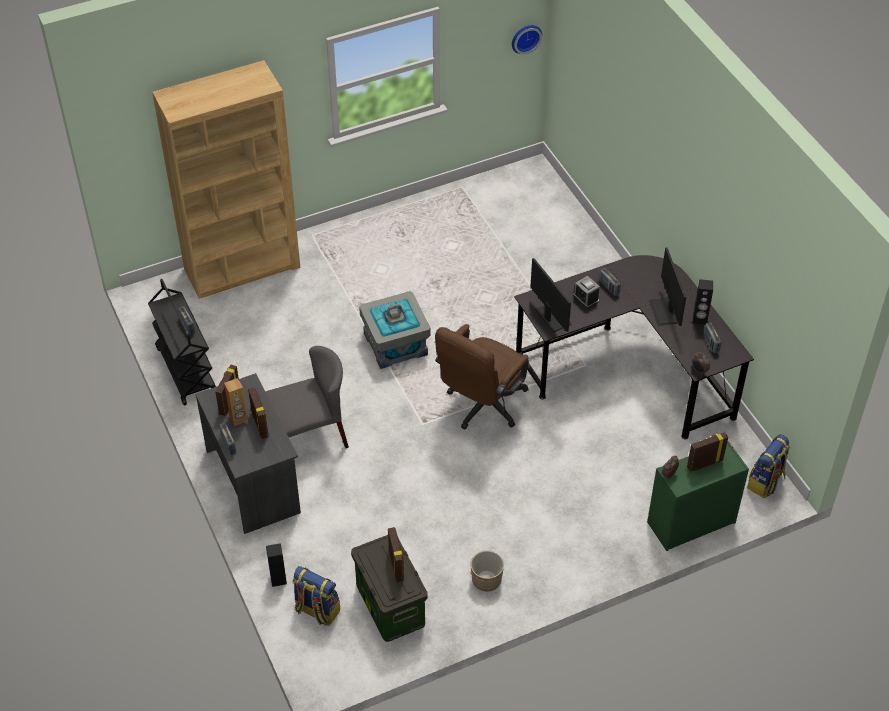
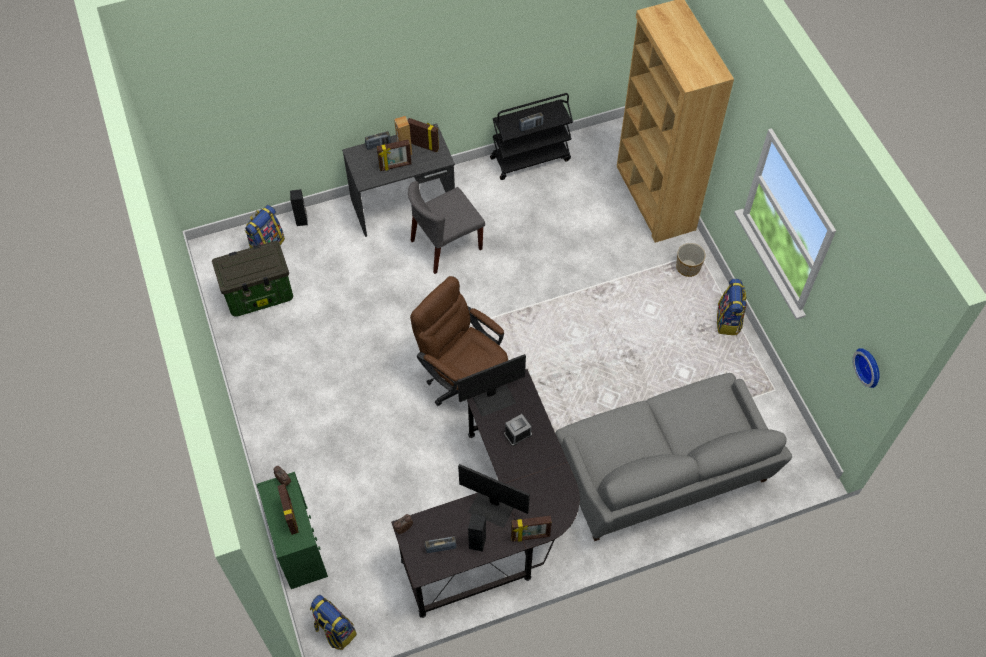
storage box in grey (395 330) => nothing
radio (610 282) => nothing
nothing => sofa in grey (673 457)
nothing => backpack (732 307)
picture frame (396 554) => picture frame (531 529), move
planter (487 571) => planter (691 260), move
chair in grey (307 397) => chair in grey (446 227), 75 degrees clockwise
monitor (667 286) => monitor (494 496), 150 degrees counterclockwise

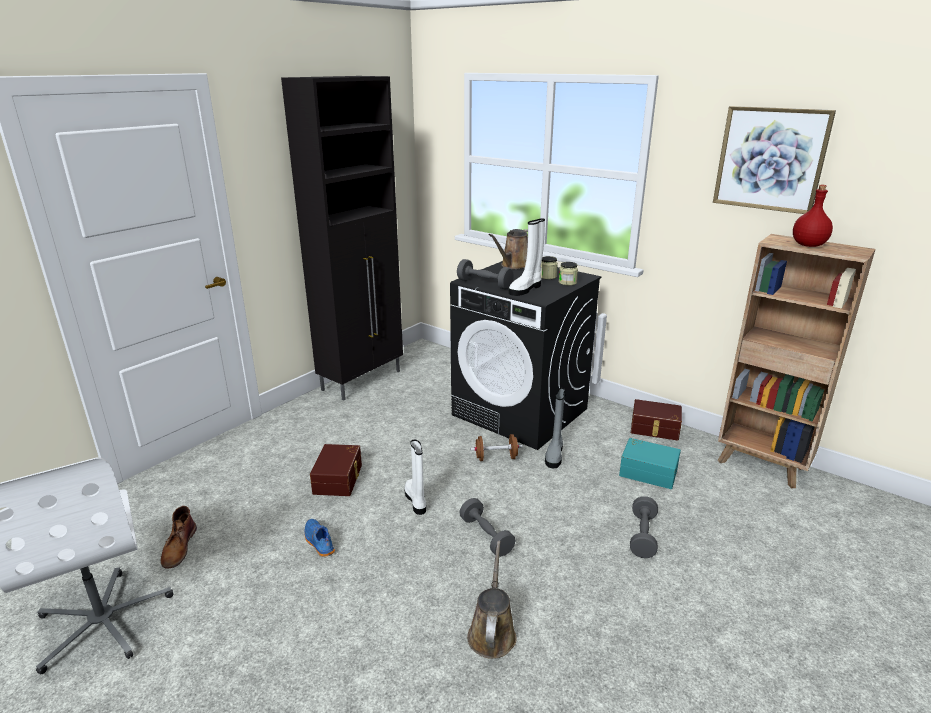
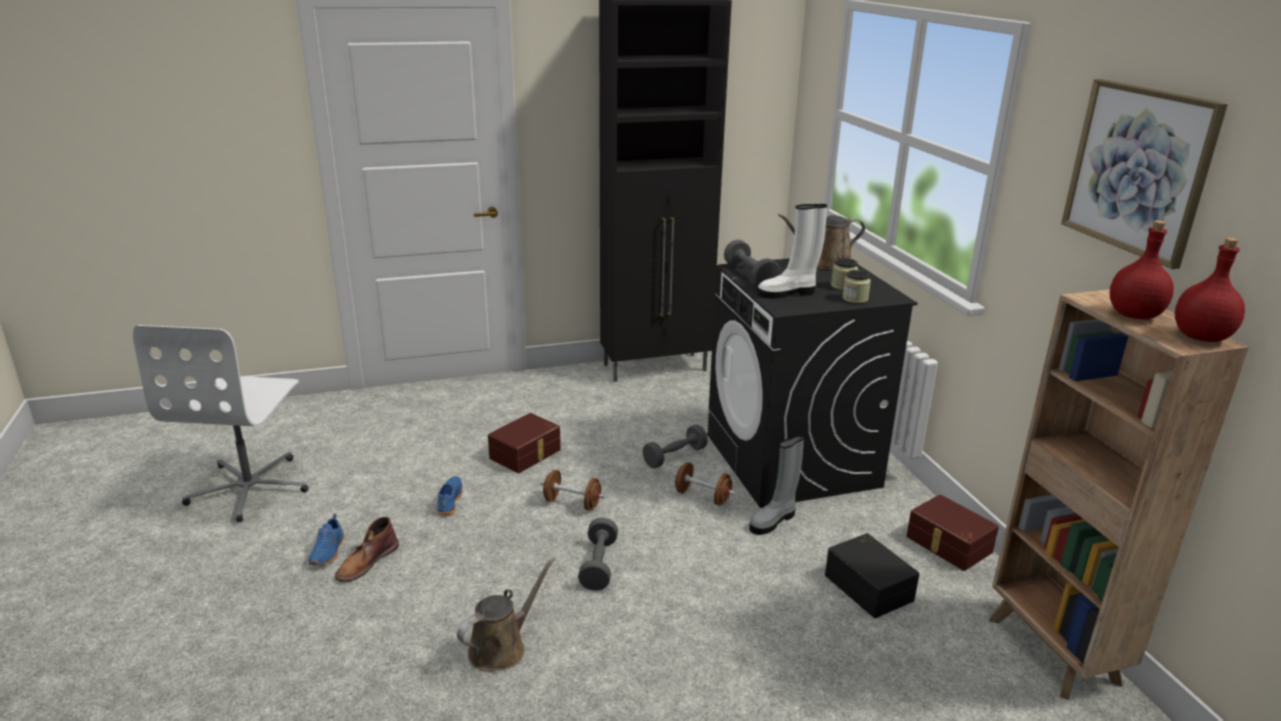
nothing => shoe in blue (326 539)
nothing => bottle in red (1210 290)
boot in brown (179 537) => boot in brown (367 549), move
dumbbell in grey (644 527) => dumbbell in grey (675 446), move
boot in white (415 477) => dumbbell in brown (572 490)
storage box in turquoise (650 463) => storage box in black (872 575)

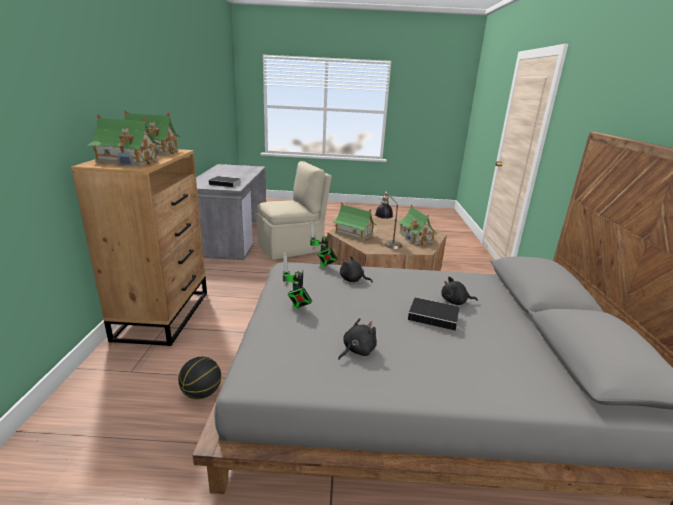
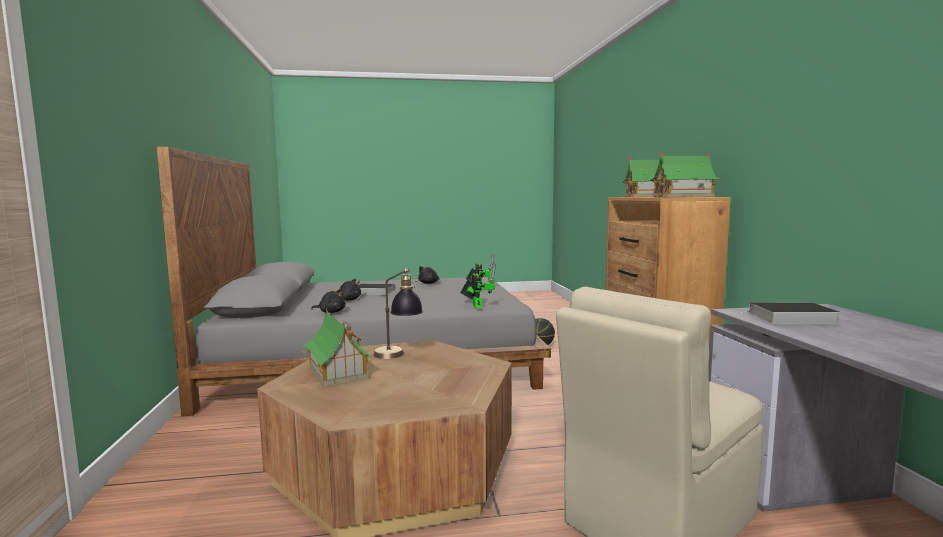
toy house (354 222) => nothing
plush toy in black (356 269) => plush toy in black (328 301), move

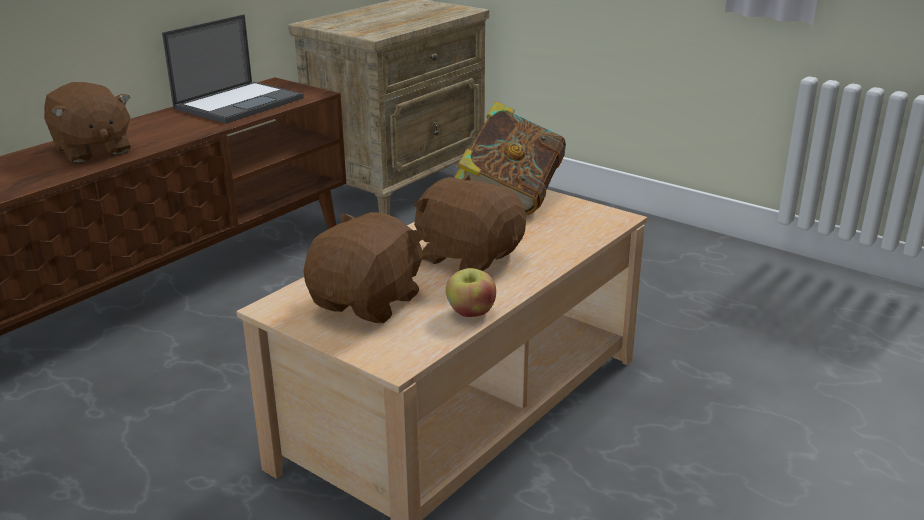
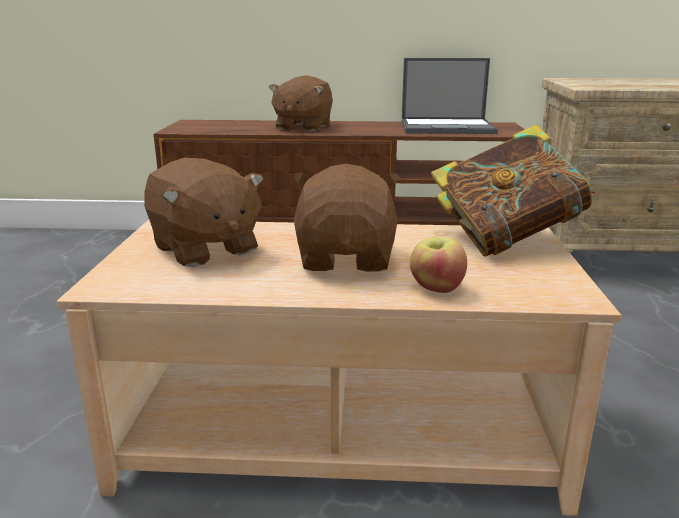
apple (471 292) => apple (438 264), move
plush toy in brown (365 267) => plush toy in brown (204 212), 60 degrees clockwise

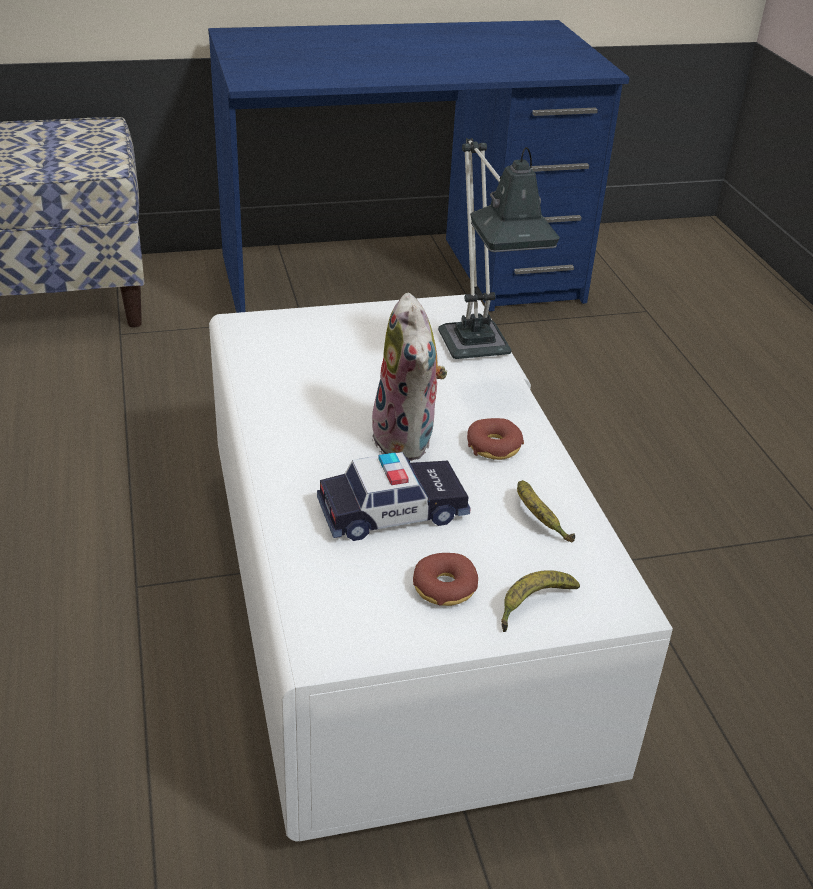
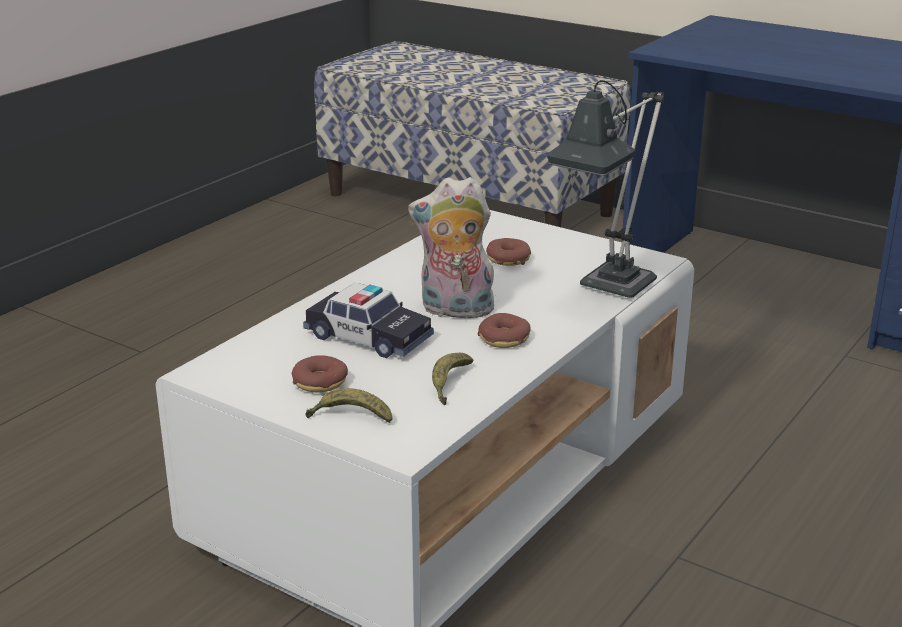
nothing => donut (508 252)
plush toy (409 377) => plush toy (453 249), 60 degrees clockwise

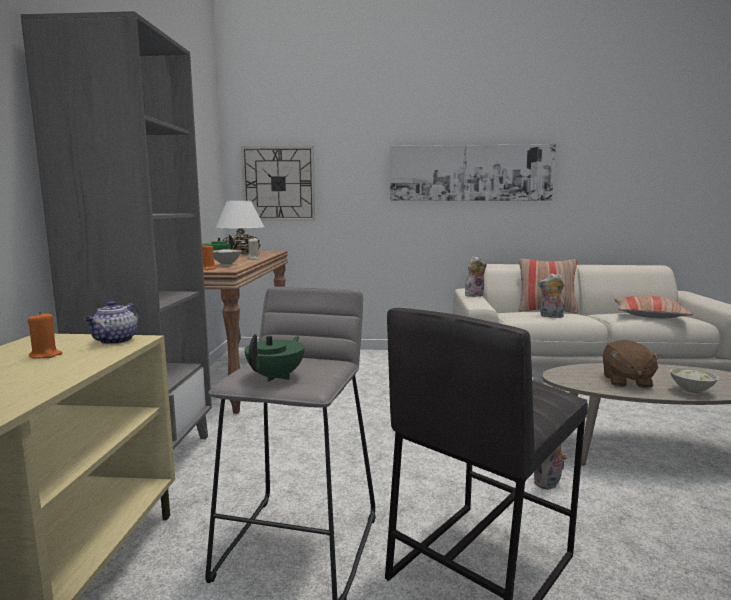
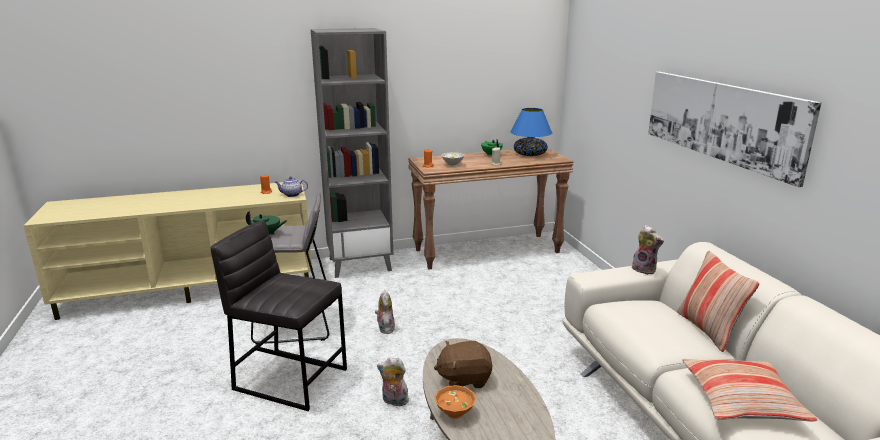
wall clock (278 183) => nothing
plush toy (551 295) => plush toy (385 312), move
table lamp in white (240 227) => table lamp in blue (531 132)
bowl in white (694 381) => bowl in orange (455 402)

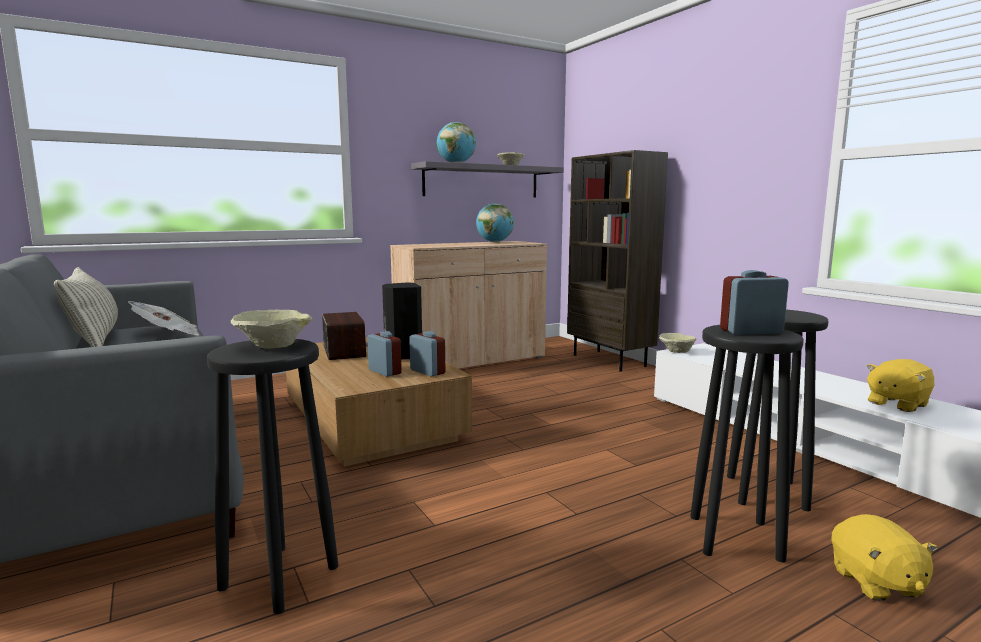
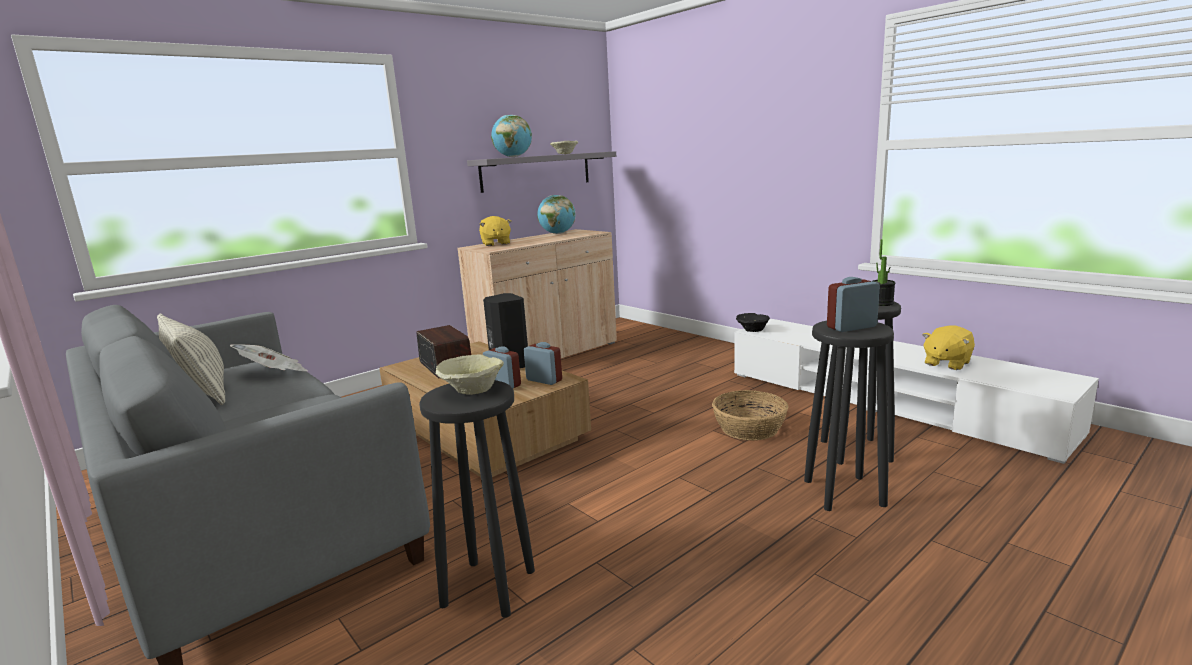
bookcase in brown (617 261) => nothing
nothing => basket (750 415)
nothing => potted plant (884 272)
plush toy in yellow (884 557) => plush toy in yellow (495 231), move
bowl in beige (678 343) => bowl in black (753 322)

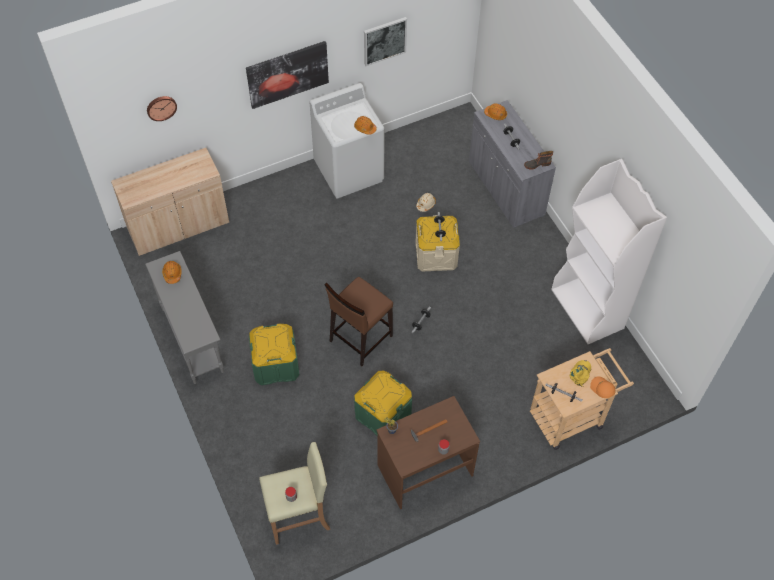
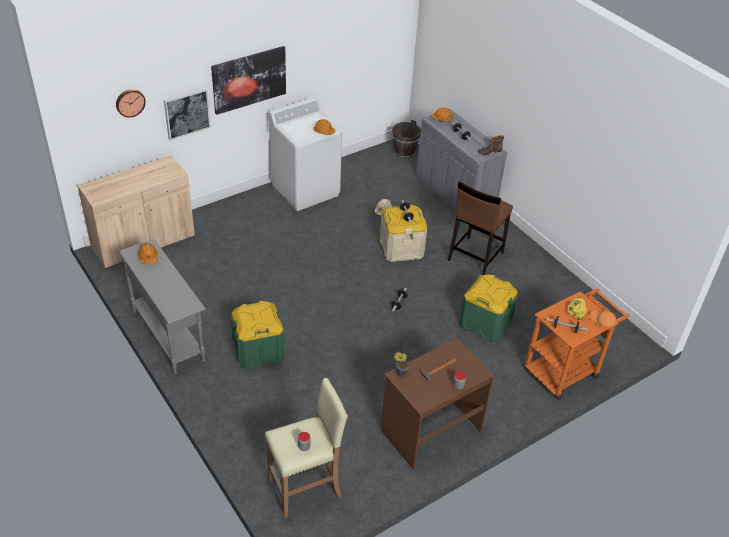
bookcase in white (609 251) => nothing
nothing => bucket in brown (406 139)
stool in brown (358 321) => stool in brown (480 228), move
storage box in green (383 403) => storage box in green (488 308), move
picture (385 41) => picture (187 114), move
cart in beige (582 399) => cart in orange (577 344)

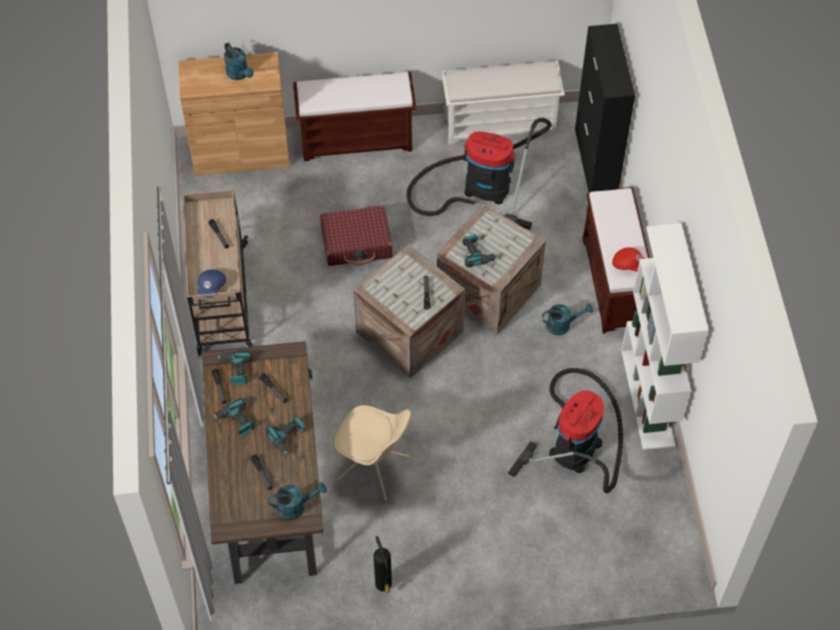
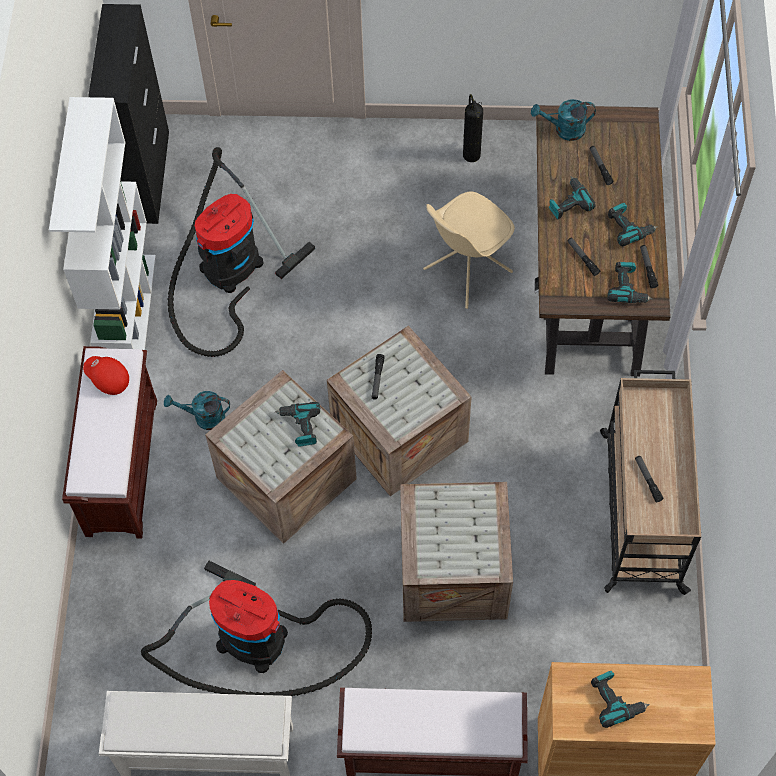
cap in blue (212 283) => nothing
cabinet in black (605 108) => cabinet in black (128 114), move
watering can in turquoise (239 61) => power drill (620 699)
suitcase in red (356 235) => crate (456 552)
chair in beige (372 453) => chair in beige (469 250), 75 degrees counterclockwise

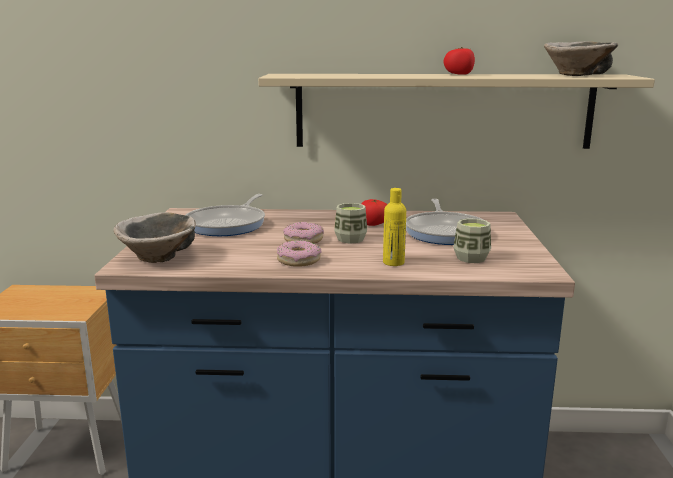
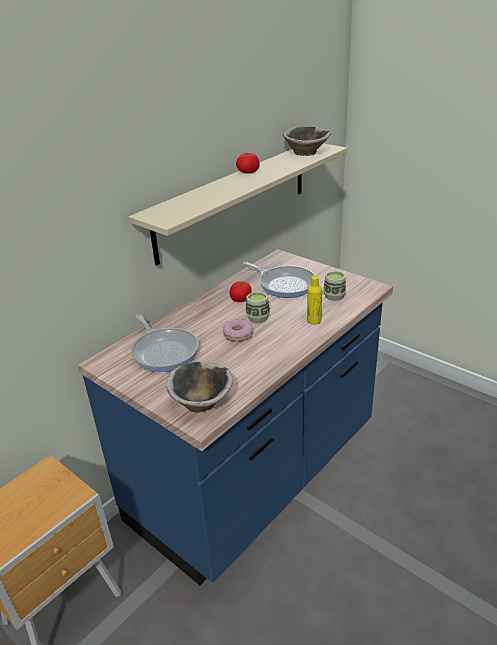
donut (299 253) => nothing

